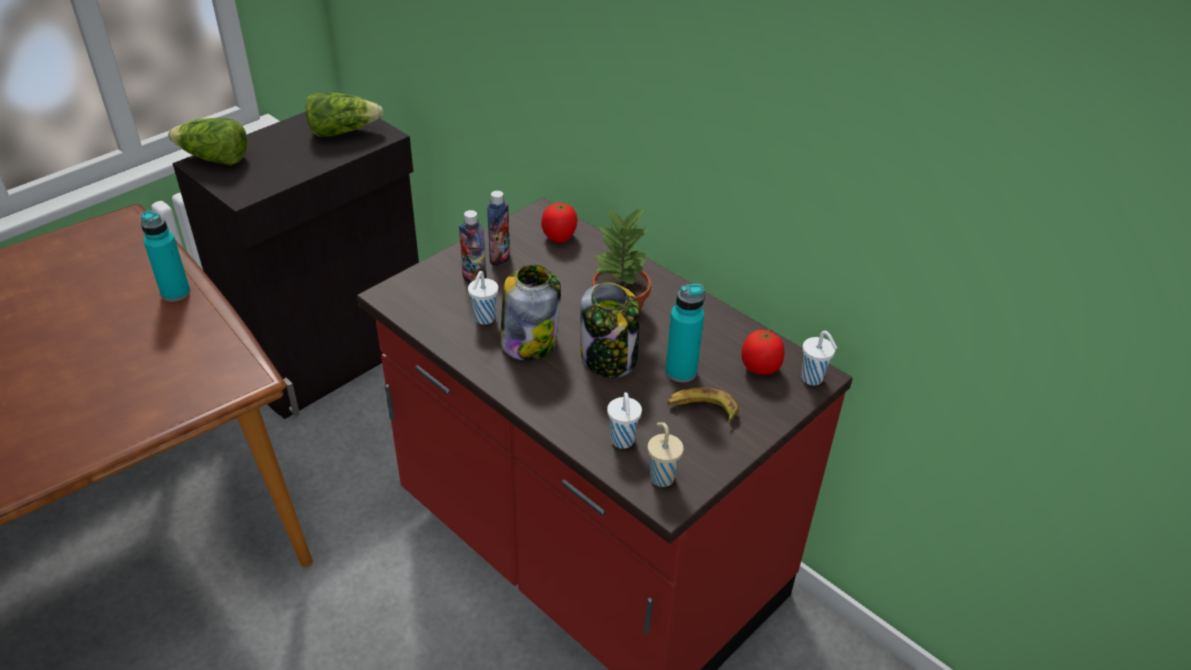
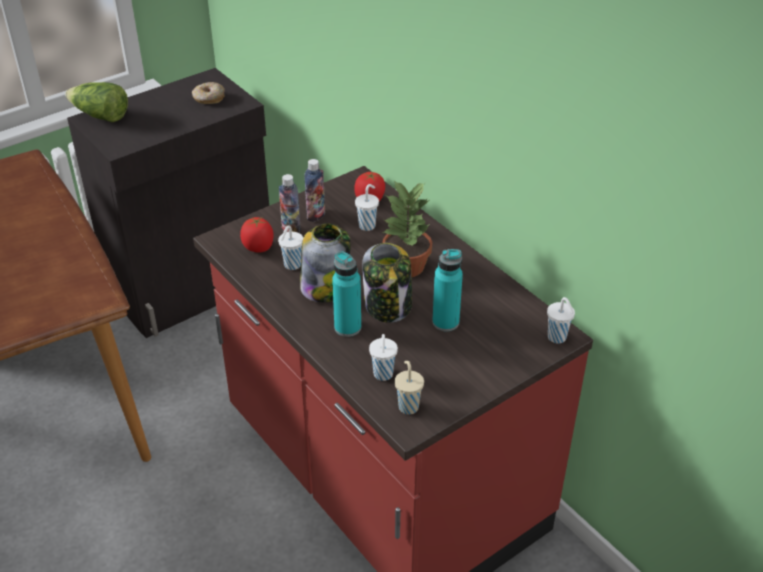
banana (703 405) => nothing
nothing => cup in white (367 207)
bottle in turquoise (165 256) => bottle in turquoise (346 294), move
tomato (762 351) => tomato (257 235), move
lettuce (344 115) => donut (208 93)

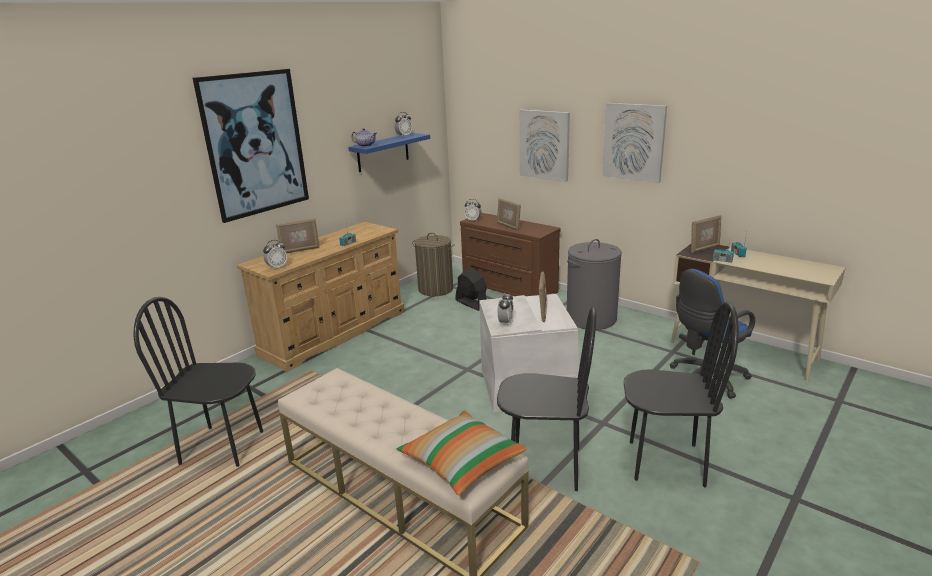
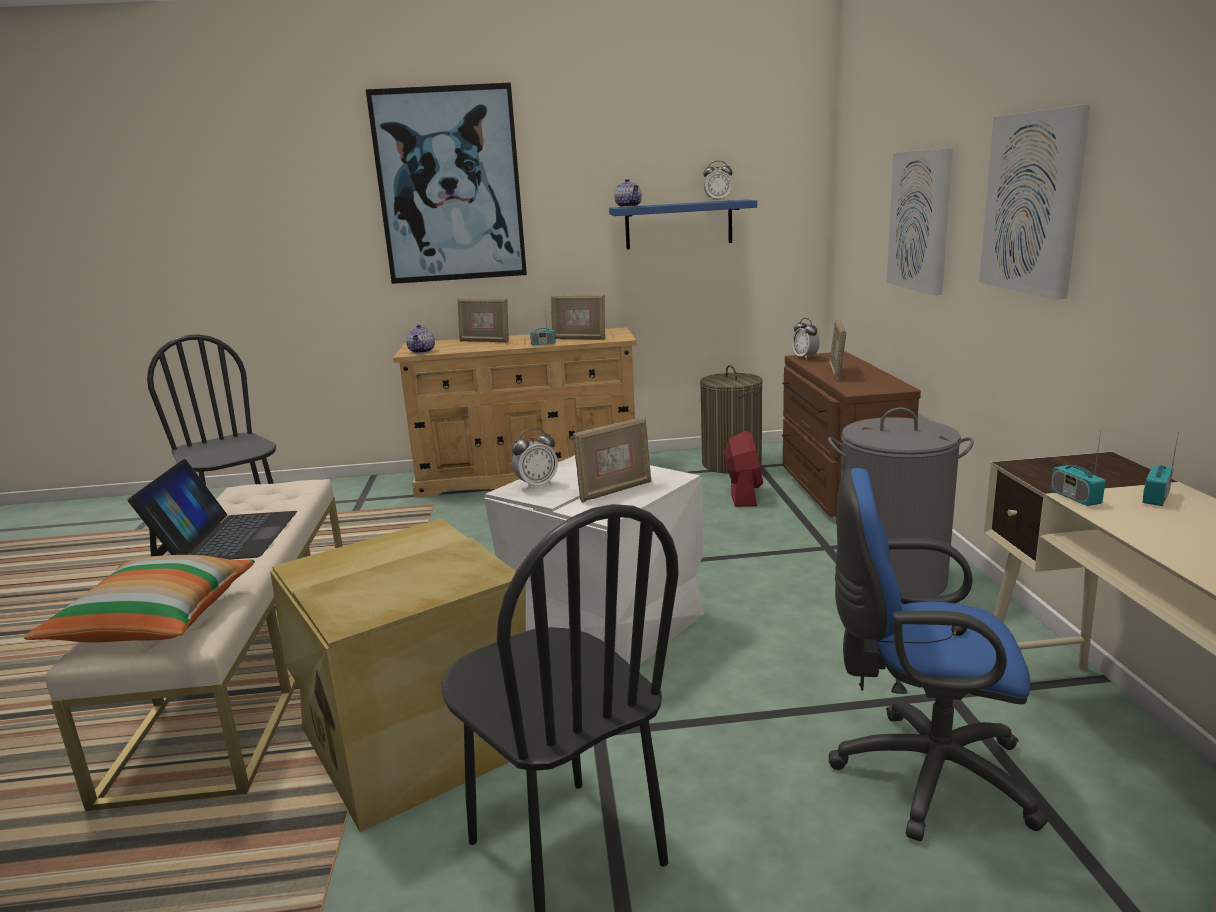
nothing => laptop (212 509)
picture frame (706 234) => picture frame (578 317), move
alarm clock (275 255) => teapot (420 339)
chair in black (546 398) => storage box in beige (398 675)
fan in black (471 289) => fan in red (743 469)

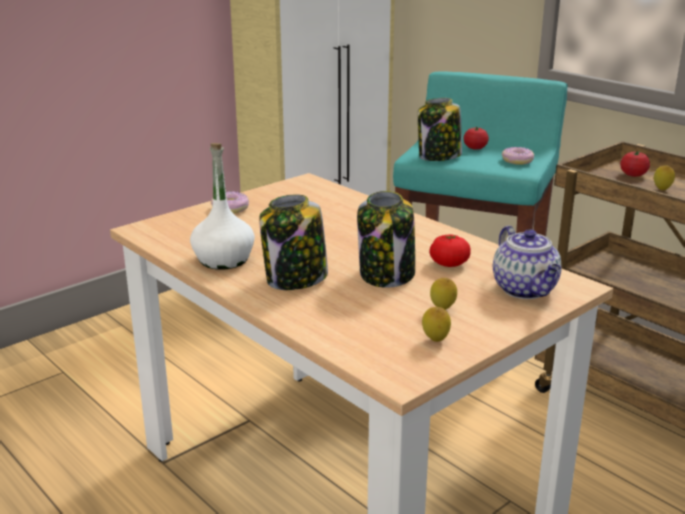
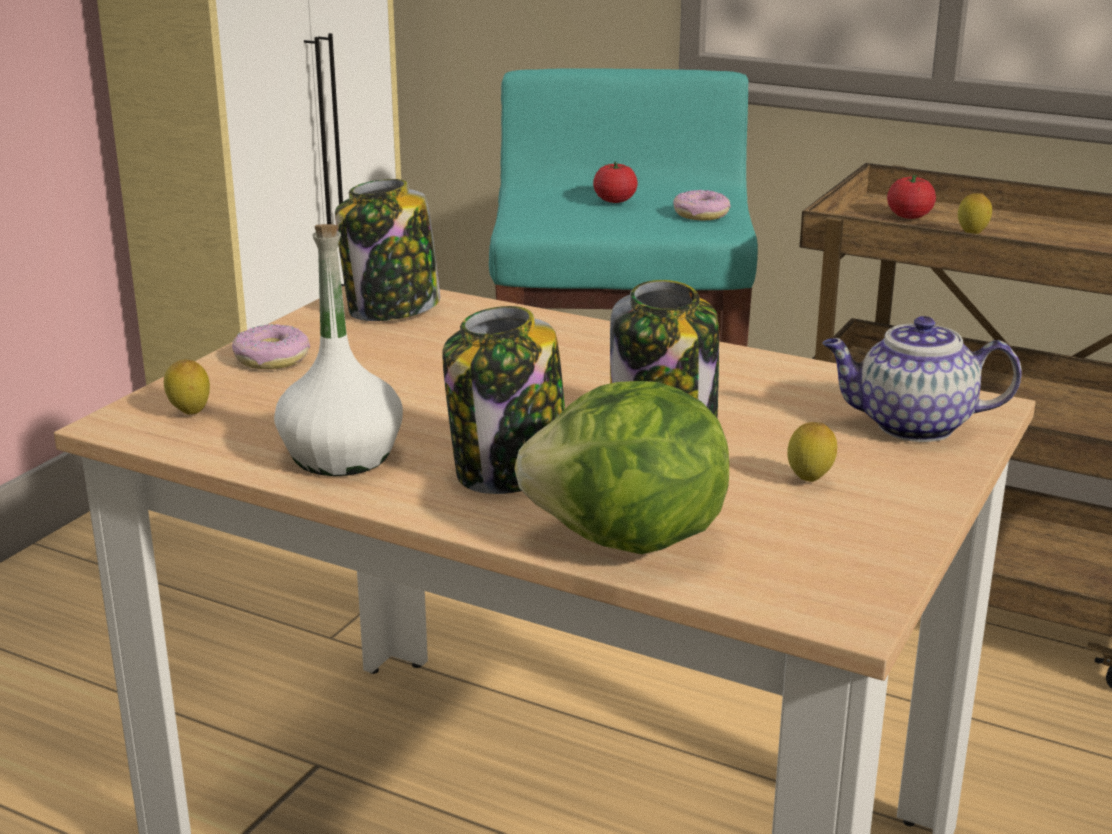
tomato (450 250) => nothing
nothing => lettuce (621 467)
jar (440 129) => jar (387 250), move
lemon (436 324) => lemon (187 387), move
teapot (527 262) => teapot (922 379), 135 degrees clockwise

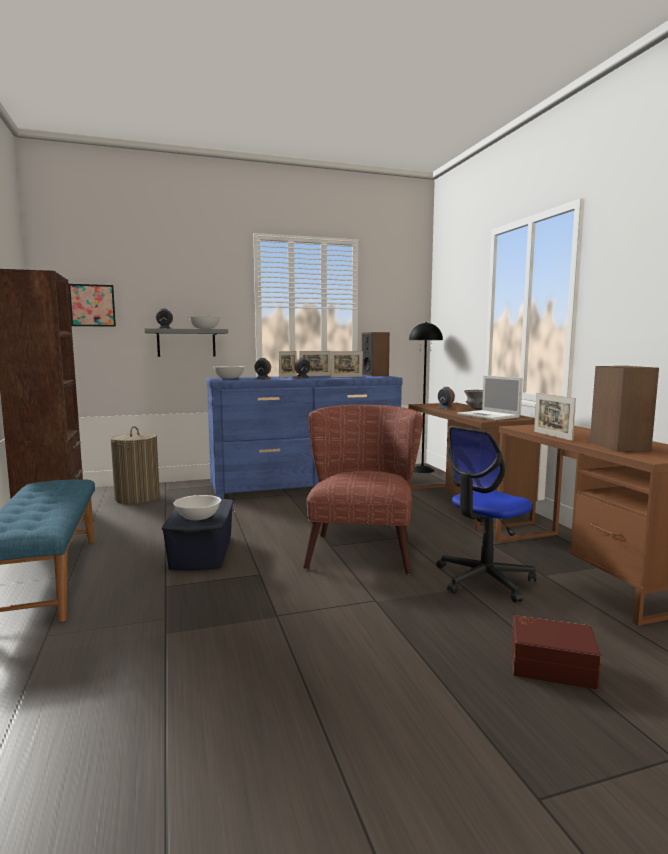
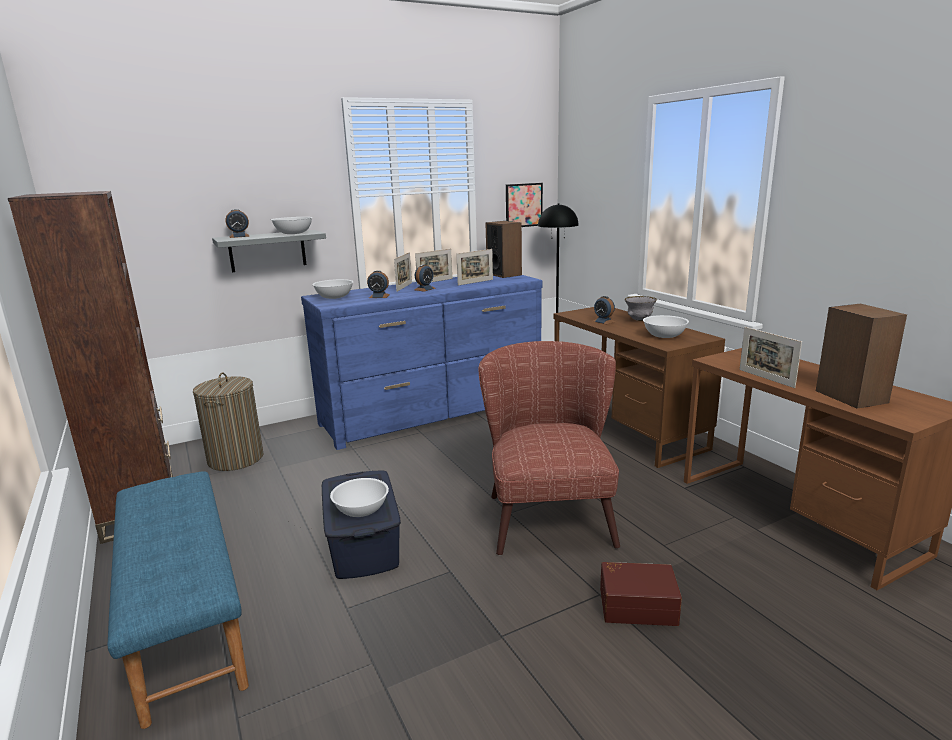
office chair (486 514) => nothing
picture (92 305) => picture (524 205), move
storage box in brown (556 652) => storage box in brown (641 594), move
laptop (490 397) => bowl in white (666 326)

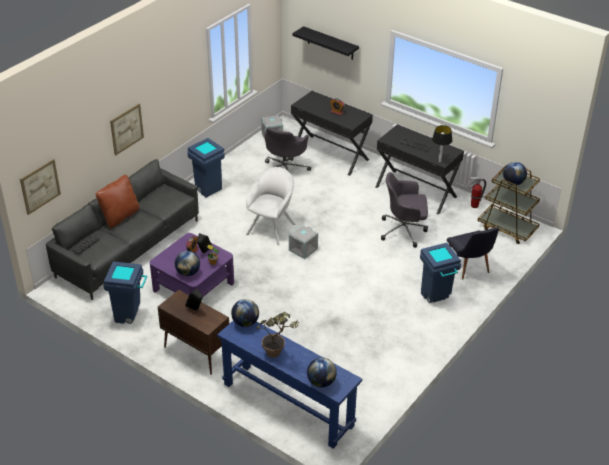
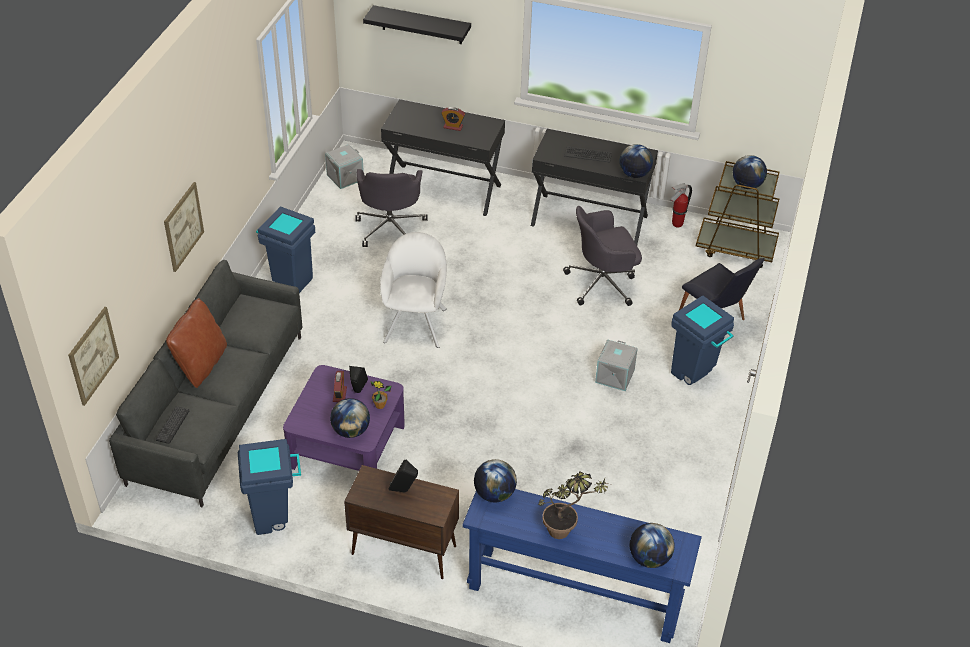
storage box in grey (303 242) => storage box in grey (616 365), move
table lamp (442 144) => globe (636 161)

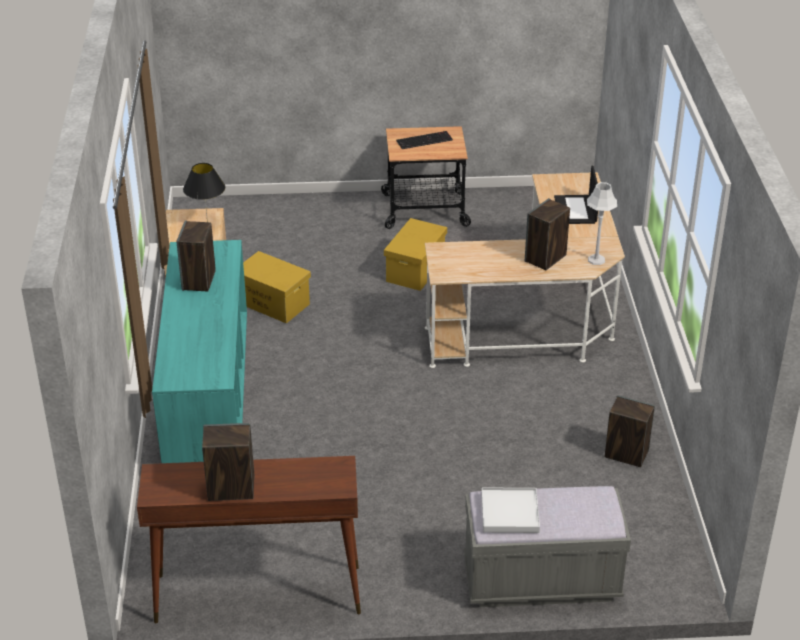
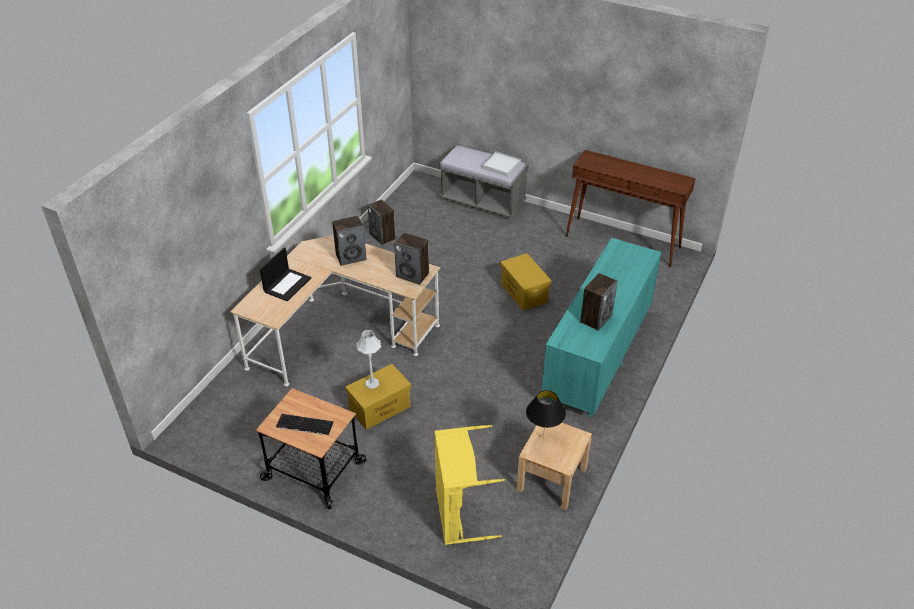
nothing => laundry basket in yellow (470 485)
speaker (228 462) => speaker (411 258), move
storage box in yellow (277 287) => storage box in yellow (525 282), move
table lamp in grey (602 223) => table lamp in grey (369 359), move

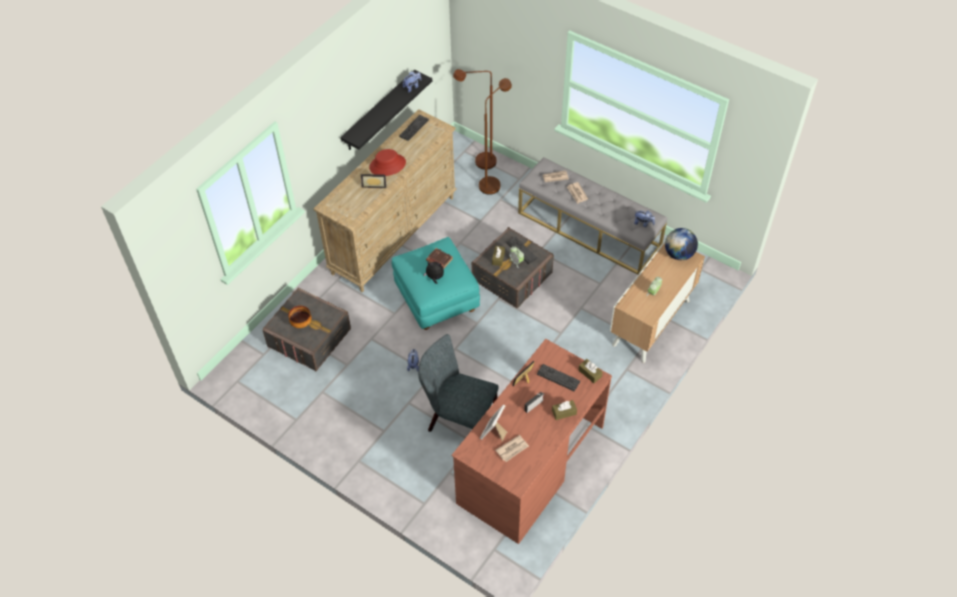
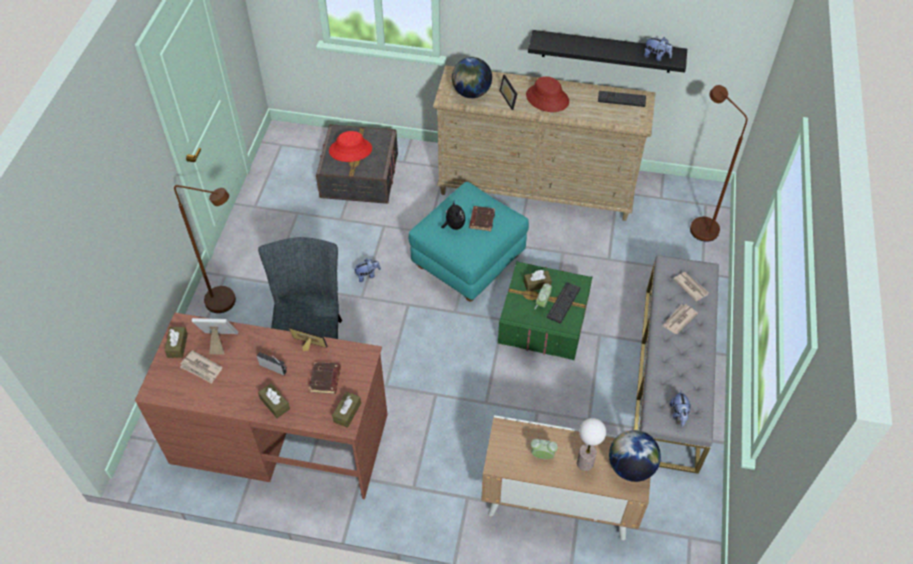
nothing => tissue box in brown (176 342)
nothing => globe (472 77)
nothing => table lamp (591 444)
floor lamp in brown (495 136) => floor lamp in brown (205 249), move
bowl (299 317) => hat in red (350 146)
keyboard (558 377) => book in brown (325 378)
storage box in grey (513 267) => storage box in green (545 310)

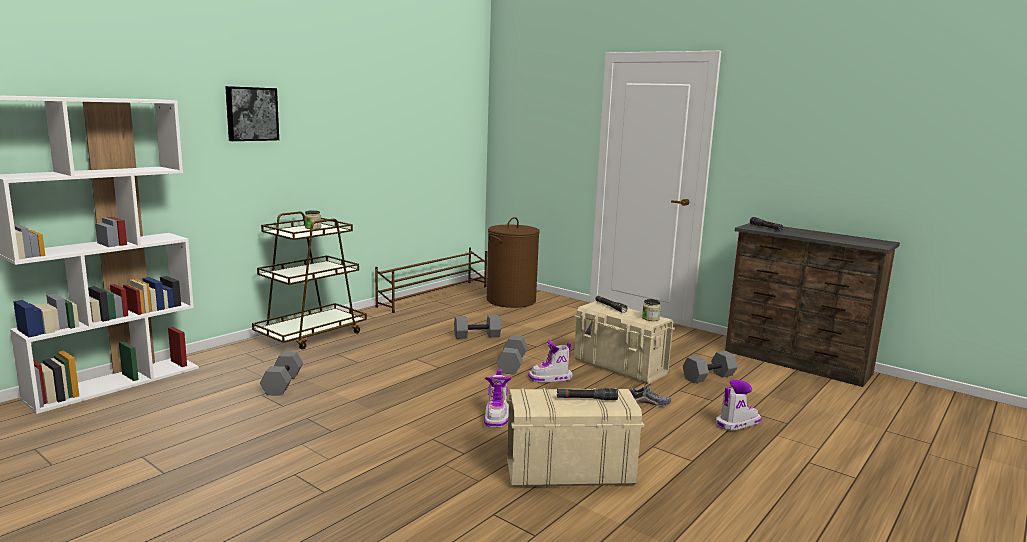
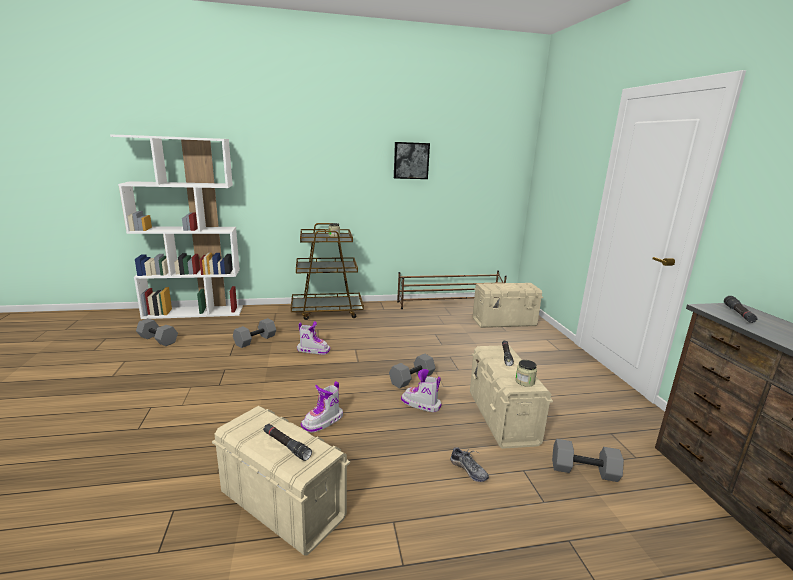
picture (252 113) => picture (412 160), move
dumbbell in grey (477 327) => dumbbell in grey (157 332), move
boot (739 405) => boot (313 338), move
laundry basket in brown (513 262) => storage box in beige (508 305)

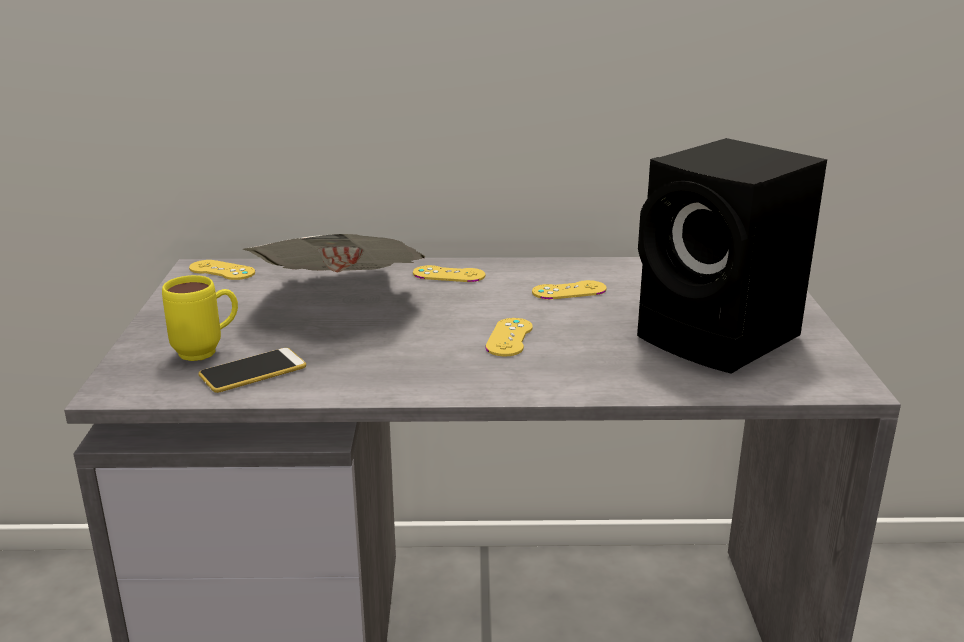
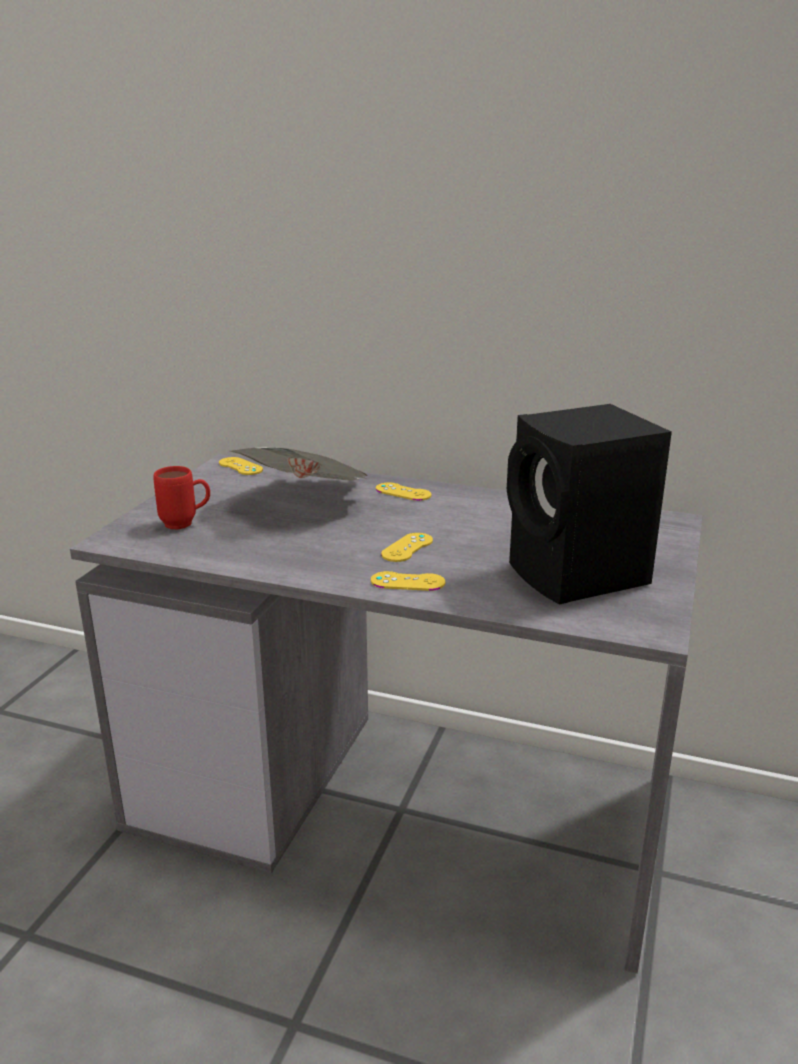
phone (252 370) => nothing
game controller in yellow (569 290) => game controller in yellow (408 581), move
mug in yellow (200 318) => mug in red (181 497)

